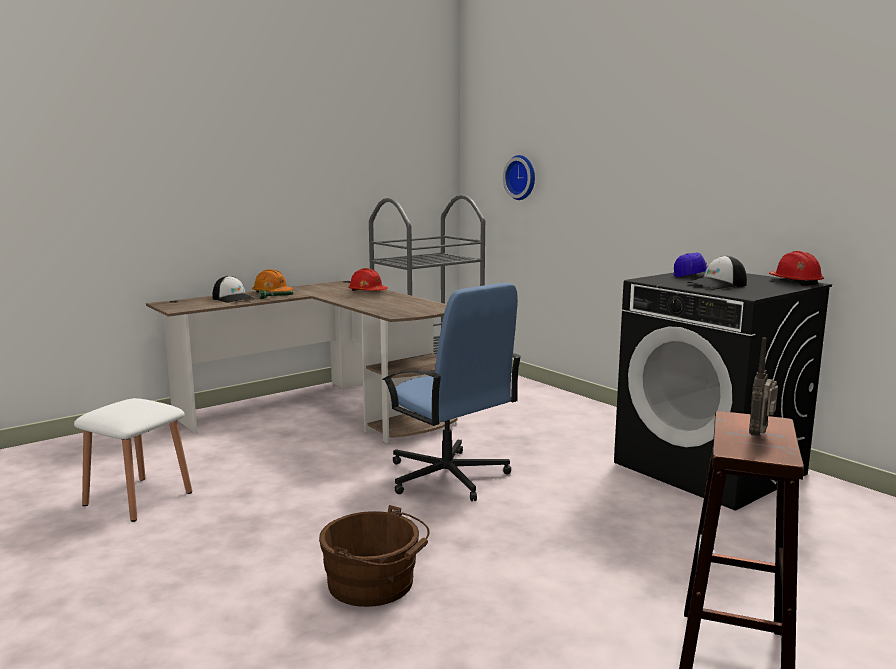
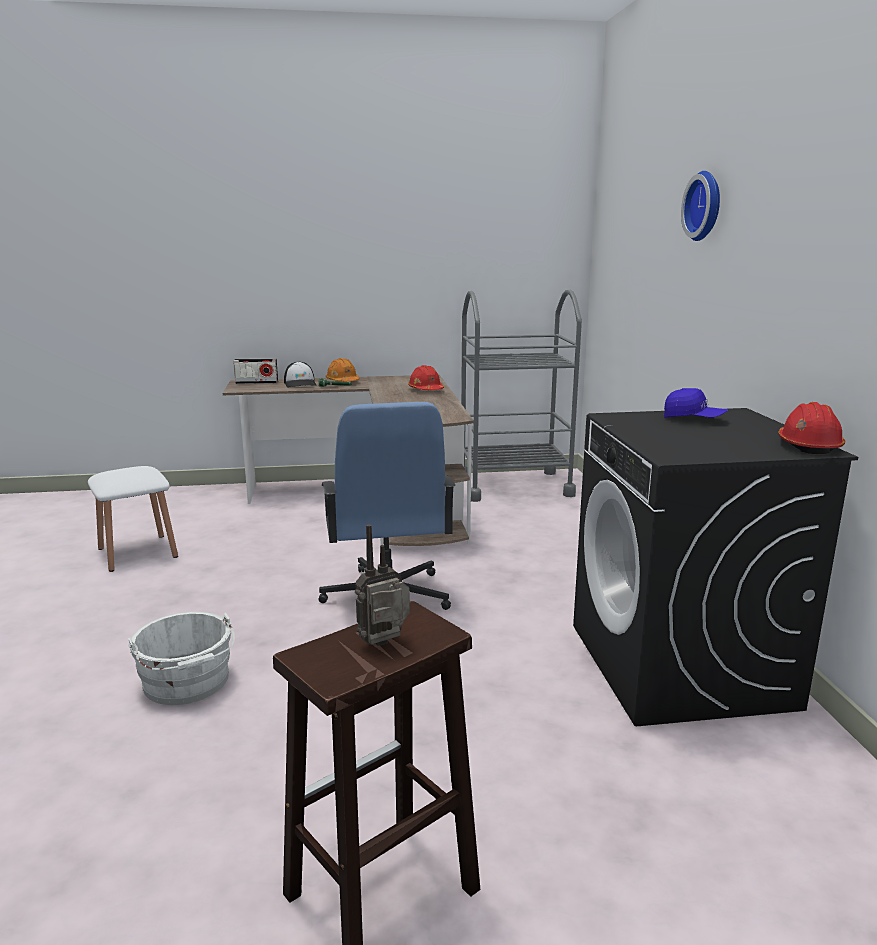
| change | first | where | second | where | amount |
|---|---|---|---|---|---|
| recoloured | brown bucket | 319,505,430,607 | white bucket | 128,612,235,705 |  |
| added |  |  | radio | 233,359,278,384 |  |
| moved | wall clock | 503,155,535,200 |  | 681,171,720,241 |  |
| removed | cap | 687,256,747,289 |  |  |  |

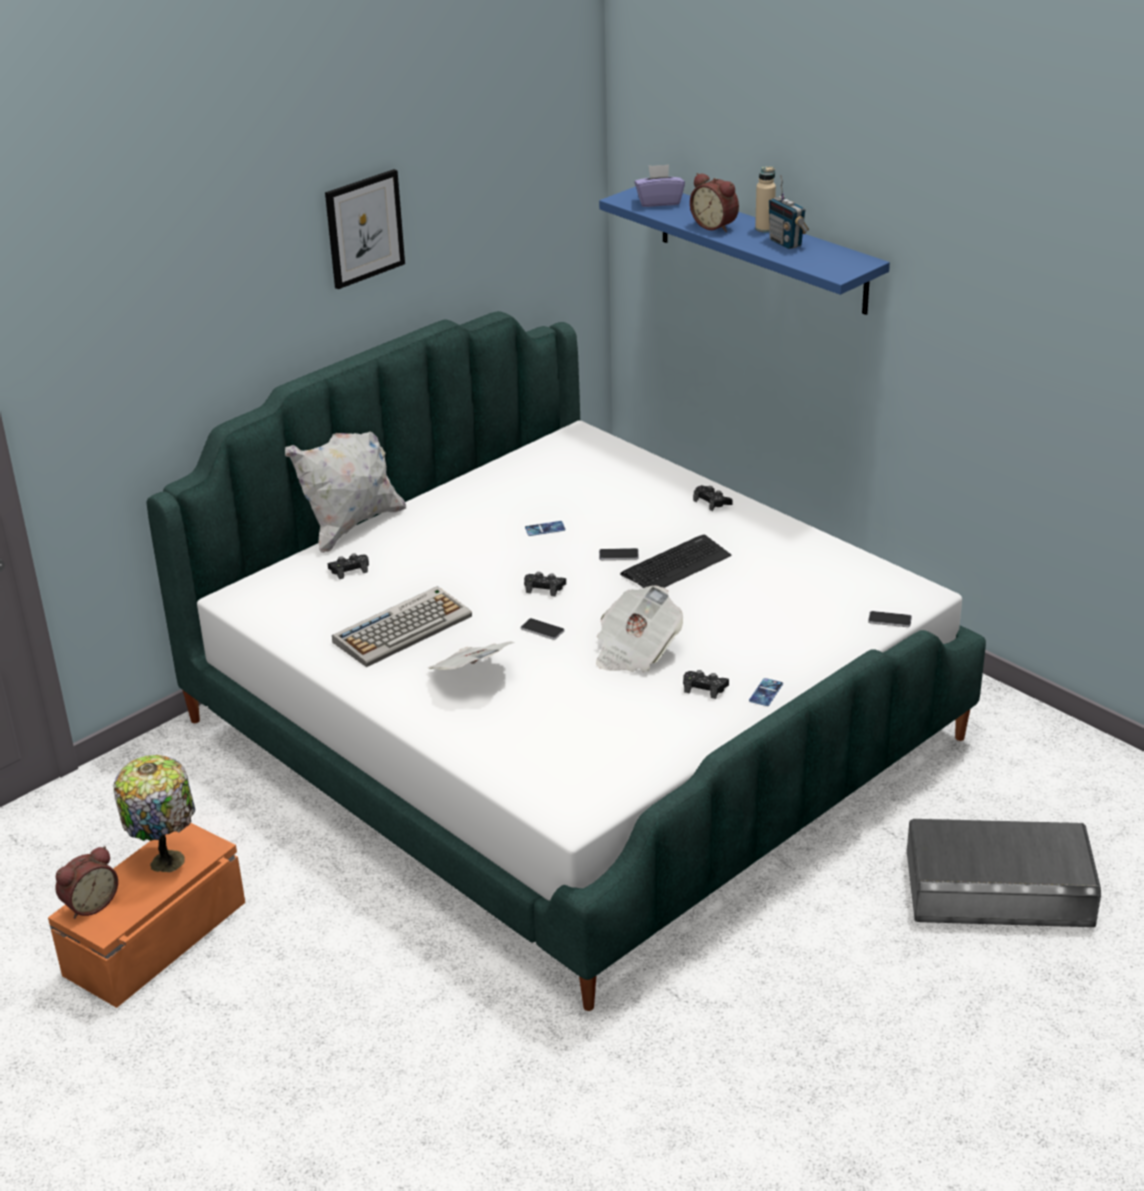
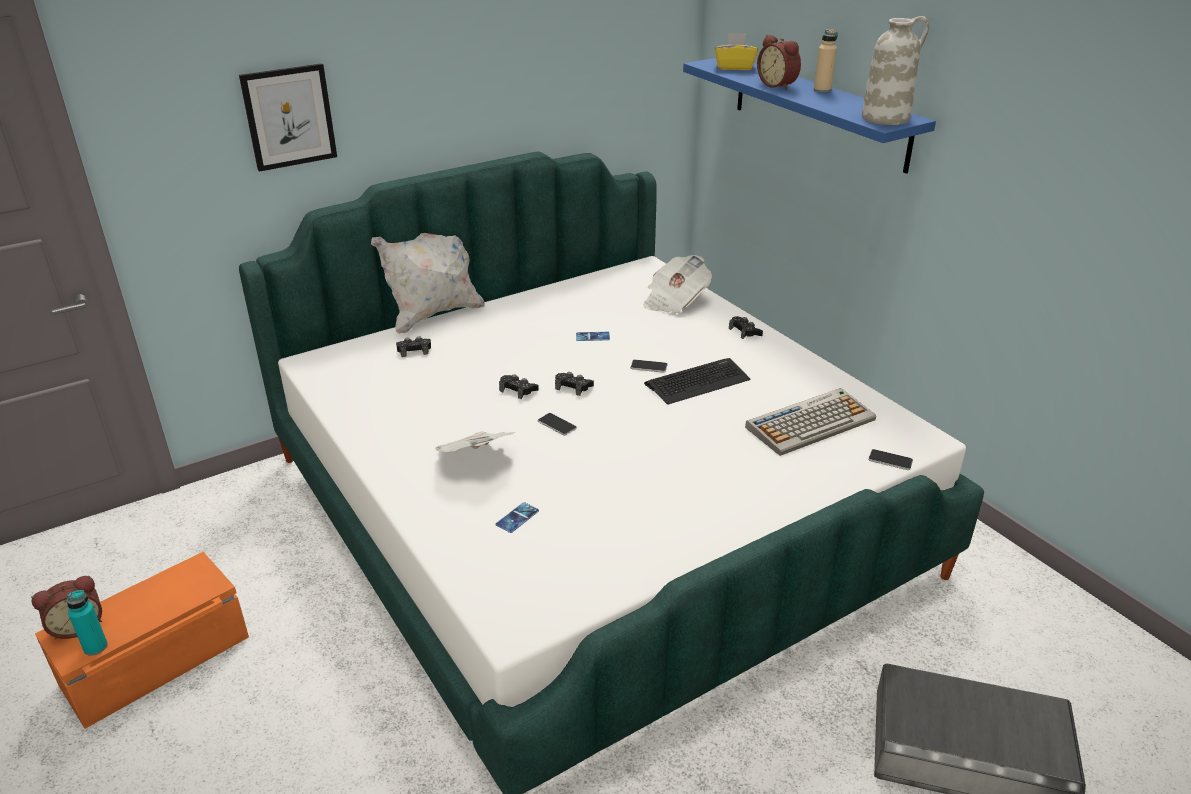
| change | first | where | second | where | amount |
|---|---|---|---|---|---|
| added |  |  | turquoise bottle | 67,590,108,656 |  |
| moved | picture | 325,169,405,289 |  | 239,63,337,172 |  |
| moved | phone | 749,678,783,706 |  | 495,502,539,533 |  |
| moved | black game controller | 683,670,729,699 |  | 499,374,539,399 |  |
| moved | newspaper | 596,585,683,672 |  | 643,255,712,313 |  |
| recoloured | purple tissue box | 634,164,685,207 | yellow tissue box | 715,33,758,70 |  |
| moved | keyboard | 332,586,472,667 |  | 745,388,876,456 |  |
| added |  |  | white vase | 862,16,929,125 |  |
| removed | table lamp | 114,755,195,872 |  |  |  |
| removed | radio | 769,175,809,249 |  |  |  |

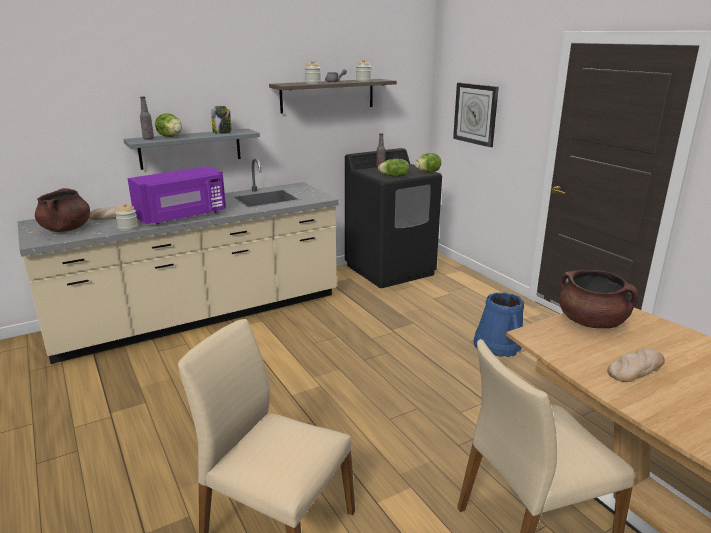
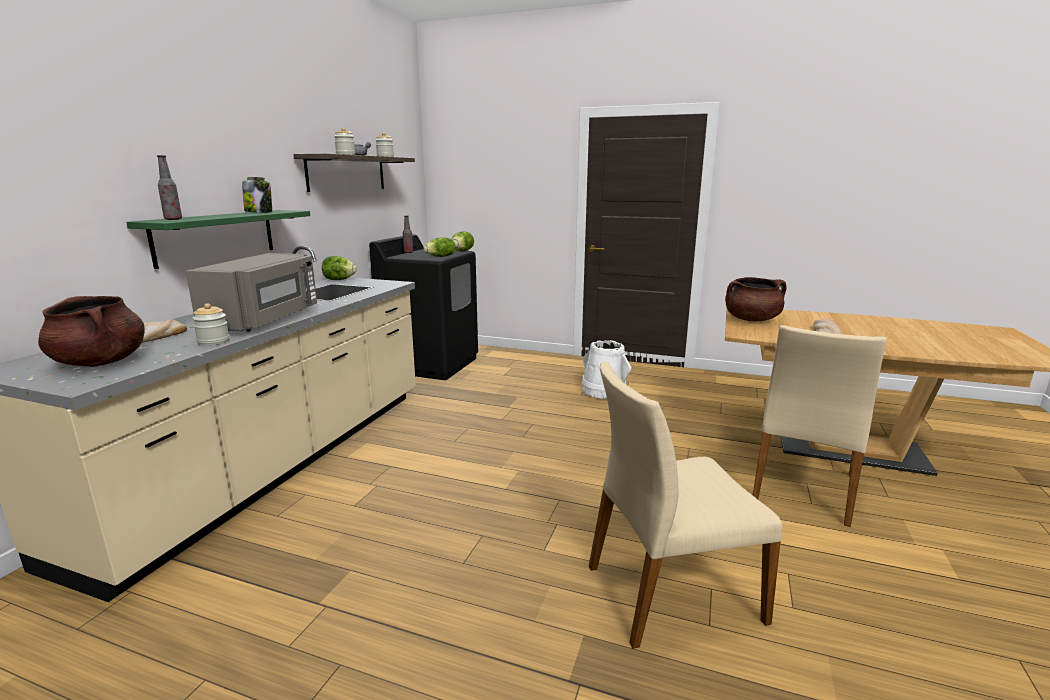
| change | first | where | second | where | amount |
|---|---|---|---|---|---|
| recoloured | grey shelf | 123,129,260,170 | green shelf | 126,210,310,269 |  |
| recoloured | purple microwave | 128,166,226,224 | grey microwave | 186,253,317,332 |  |
| moved | lettuce | 155,113,182,137 |  | 322,256,357,280 |  |
| recoloured | blue bucket | 473,292,524,357 | white bucket | 582,340,631,399 |  |
| removed | wall clock | 453,83,499,147 |  |  |  |

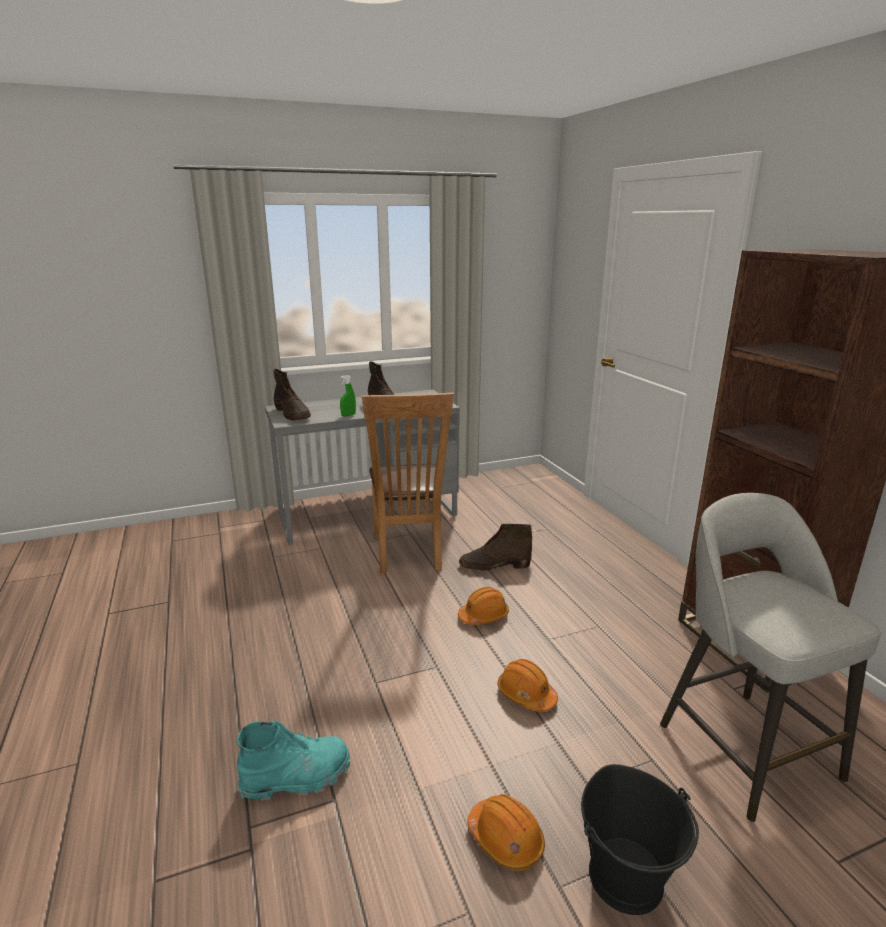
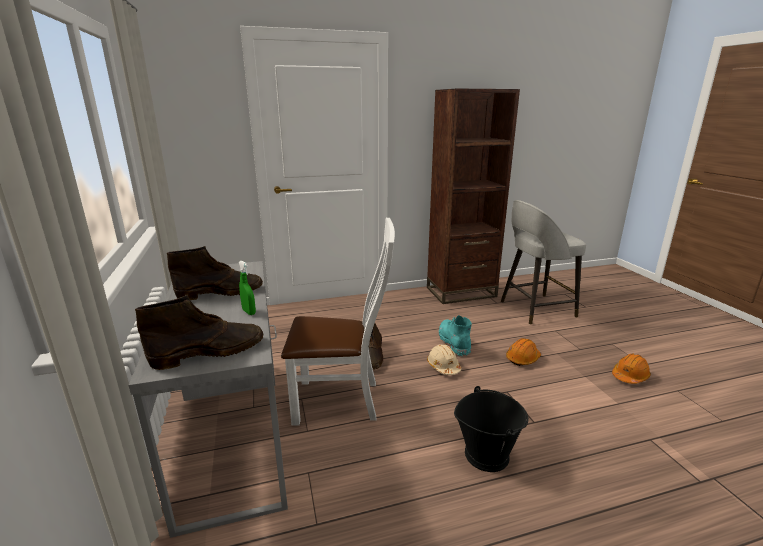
| change | first | where | second | where | amount |
|---|---|---|---|---|---|
| recoloured | brown chair | 362,393,454,574 | white chair | 281,218,395,426 |  |
| recoloured | orange hard hat | 458,587,509,625 | beige hard hat | 427,344,461,375 |  |
| moved | turquoise boot | 237,721,350,801 |  | 439,315,472,357 |  |
| moved | black bucket | 581,764,699,915 |  | 454,386,528,472 |  |

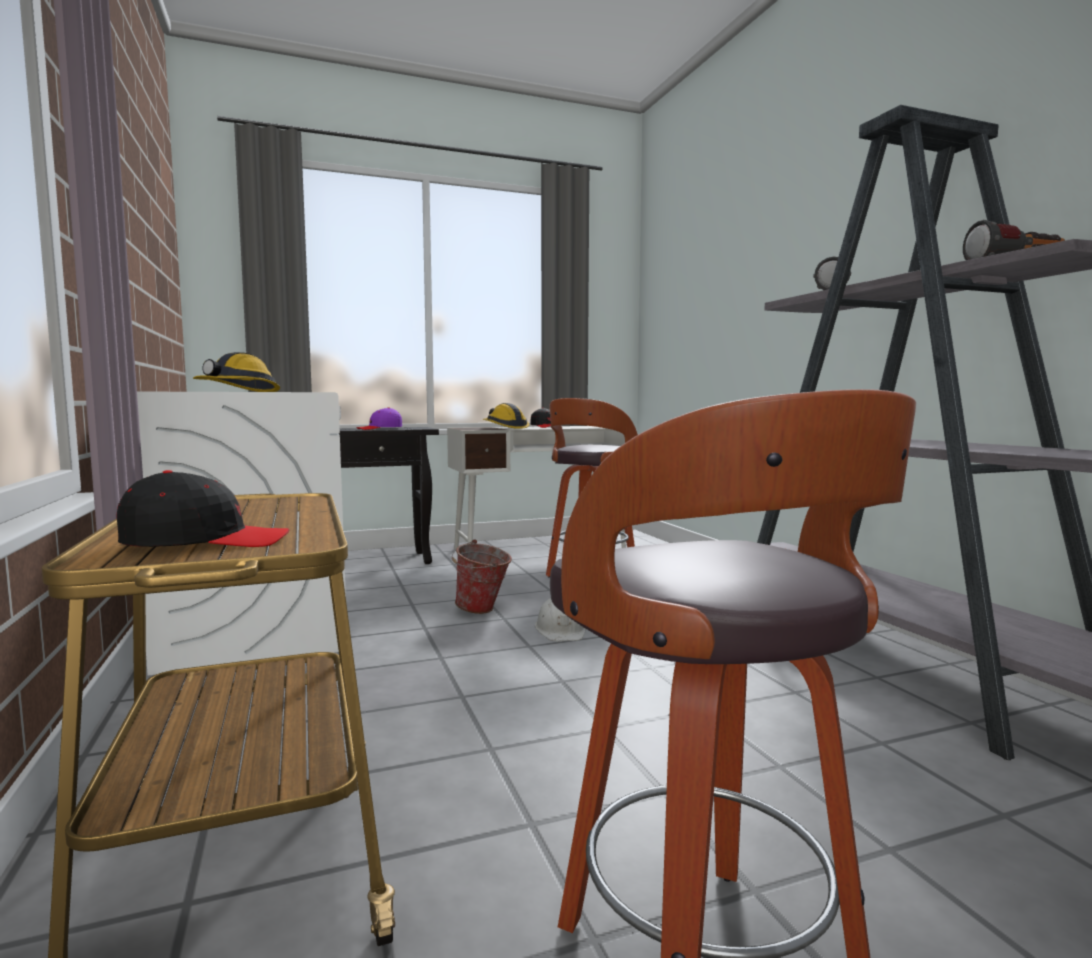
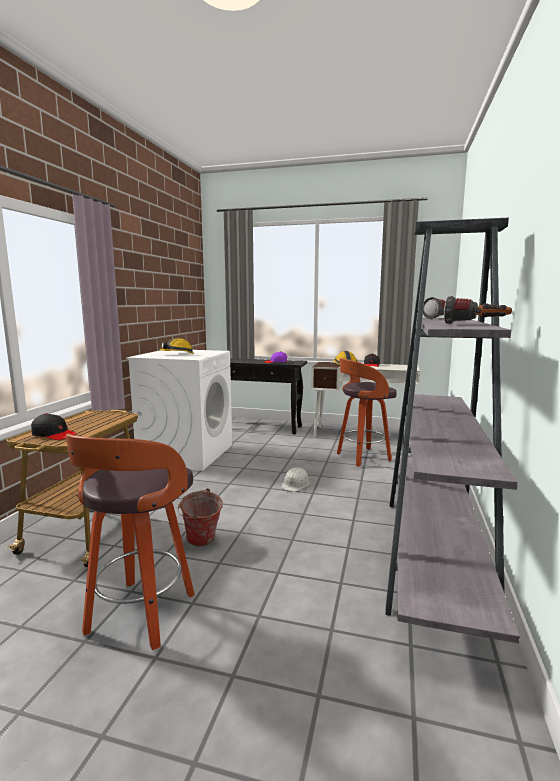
| change | first | where | second | where | amount |
|---|---|---|---|---|---|
| moved | bucket | 452,539,512,614 |  | 178,488,223,546 |  |

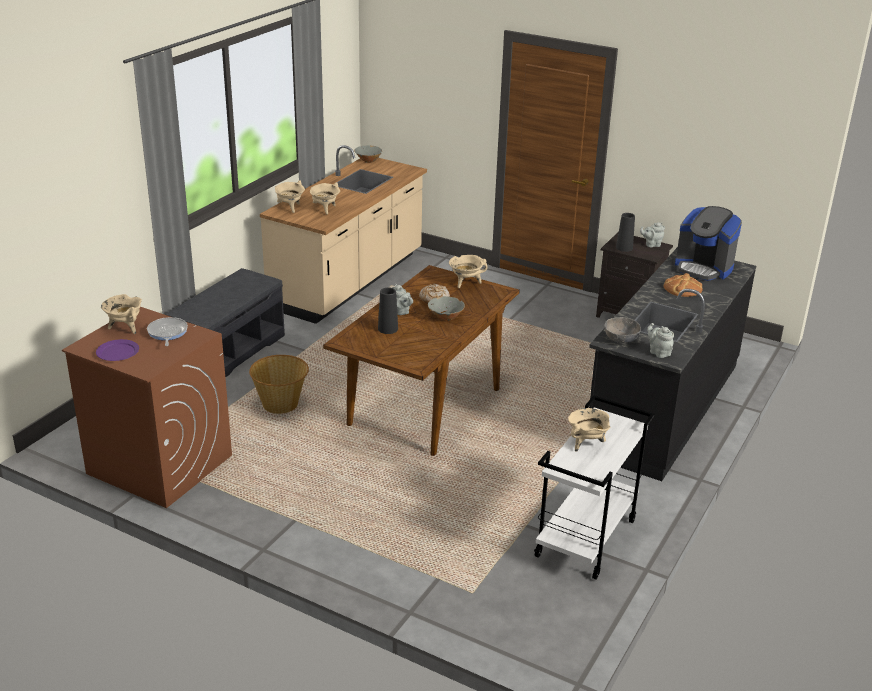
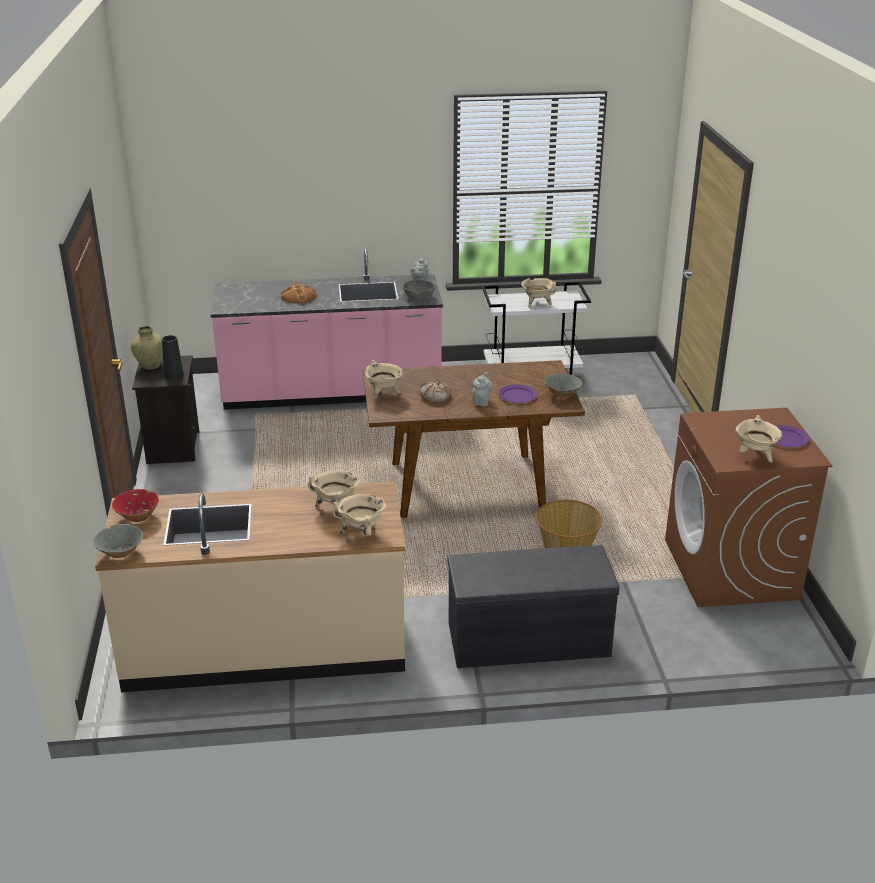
| change | first | where | second | where | amount |
|---|---|---|---|---|---|
| added |  |  | red bowl | 112,489,159,522 |  |
| replaced | grey teapot | 640,222,665,247 | beige vase | 131,326,163,370 |  |
| recoloured | black counter | 589,247,756,481 | pink counter | 210,248,443,410 |  |
| replaced | black vase | 378,288,398,334 | purple plate | 499,385,537,403 |  |
| moved | grey bowl | 428,296,465,321 |  | 545,374,582,398 |  |
| removed | frying pan | 147,317,188,346 |  |  |  |
| removed | coffee machine | 675,206,742,281 |  |  |  |

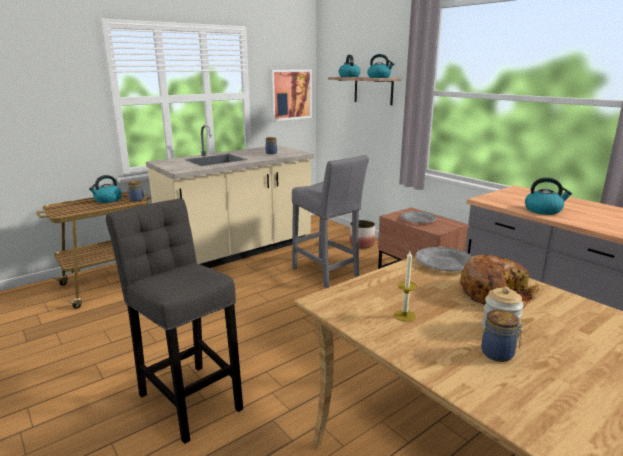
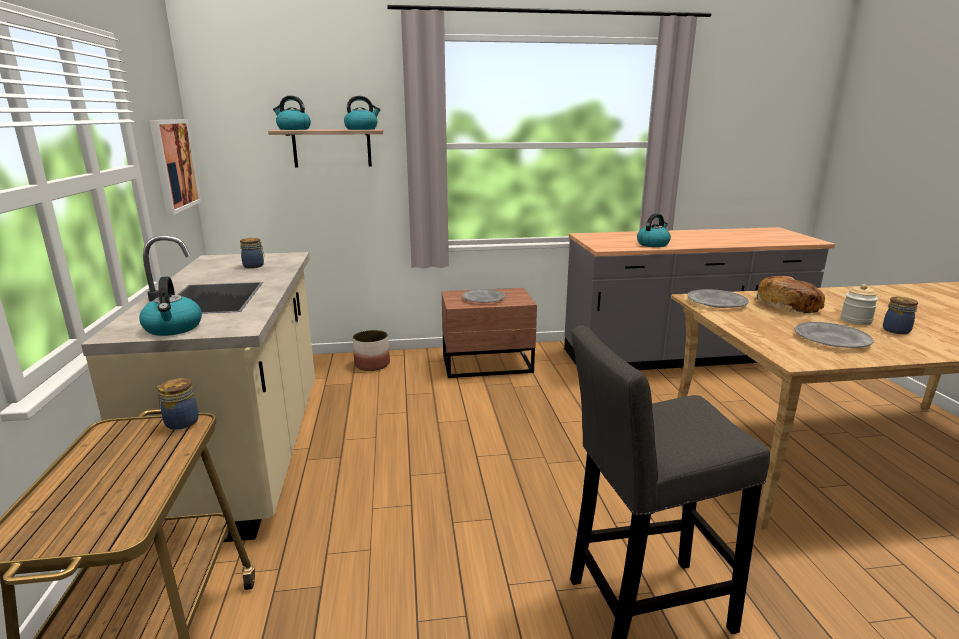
| change | first | where | second | where | amount |
|---|---|---|---|---|---|
| moved | kettle | 89,175,122,203 |  | 139,276,202,336 |  |
| replaced | candle | 394,251,417,322 | grey plate | 795,322,874,348 |  |
| removed | grey stool | 292,155,369,288 |  |  |  |

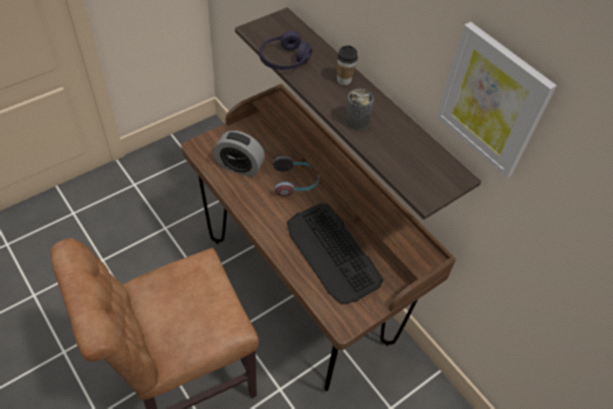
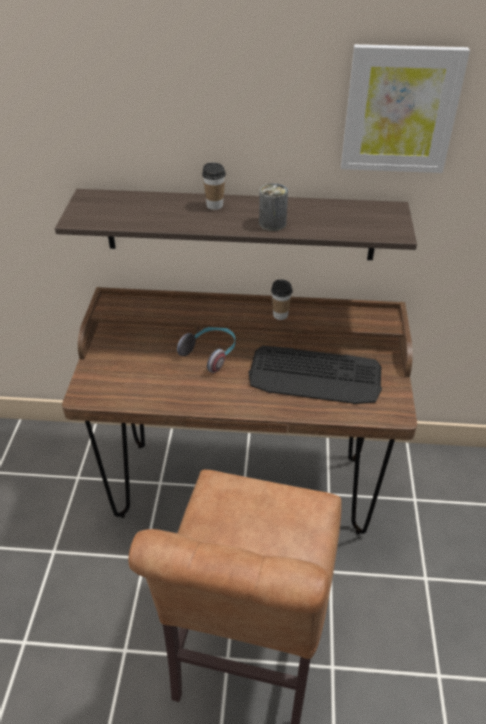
| change | first | where | second | where | amount |
|---|---|---|---|---|---|
| added |  |  | cup | 271,279,293,320 |  |
| removed | alarm clock | 213,131,265,177 |  |  |  |
| removed | purple headphones | 259,31,312,70 |  |  |  |

